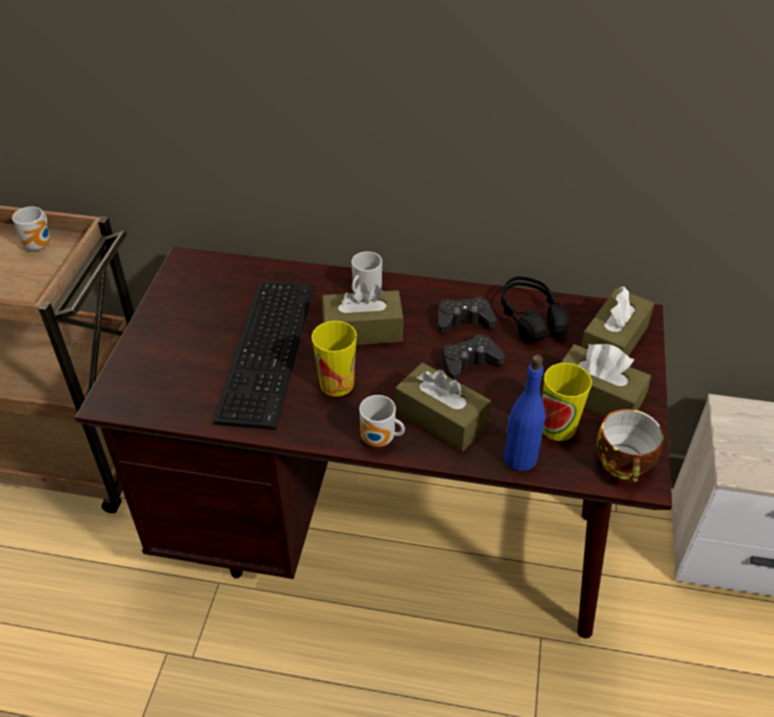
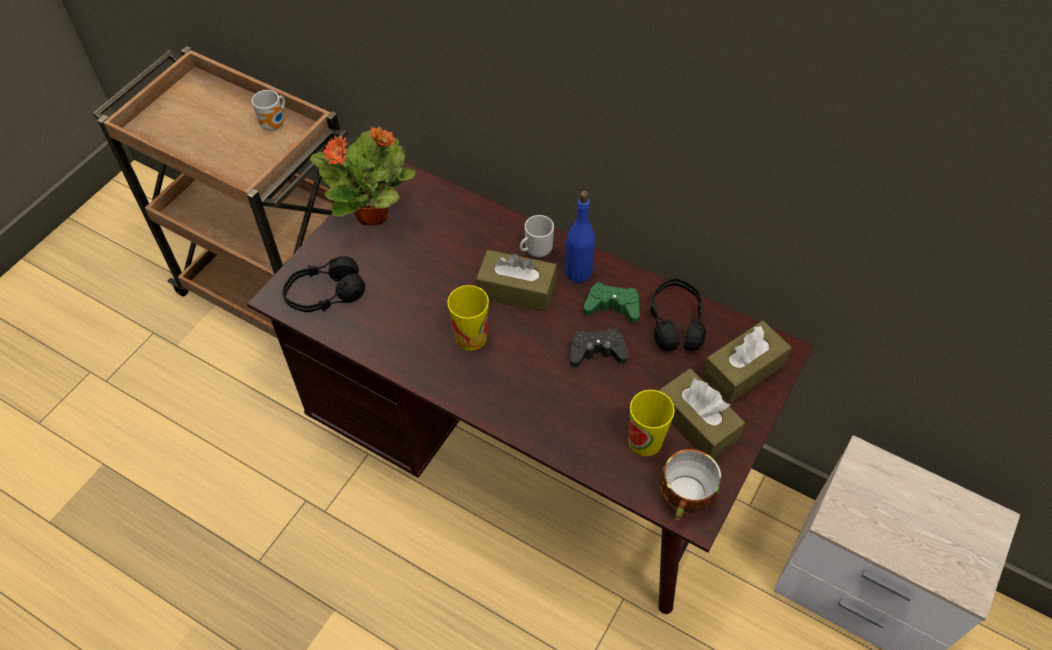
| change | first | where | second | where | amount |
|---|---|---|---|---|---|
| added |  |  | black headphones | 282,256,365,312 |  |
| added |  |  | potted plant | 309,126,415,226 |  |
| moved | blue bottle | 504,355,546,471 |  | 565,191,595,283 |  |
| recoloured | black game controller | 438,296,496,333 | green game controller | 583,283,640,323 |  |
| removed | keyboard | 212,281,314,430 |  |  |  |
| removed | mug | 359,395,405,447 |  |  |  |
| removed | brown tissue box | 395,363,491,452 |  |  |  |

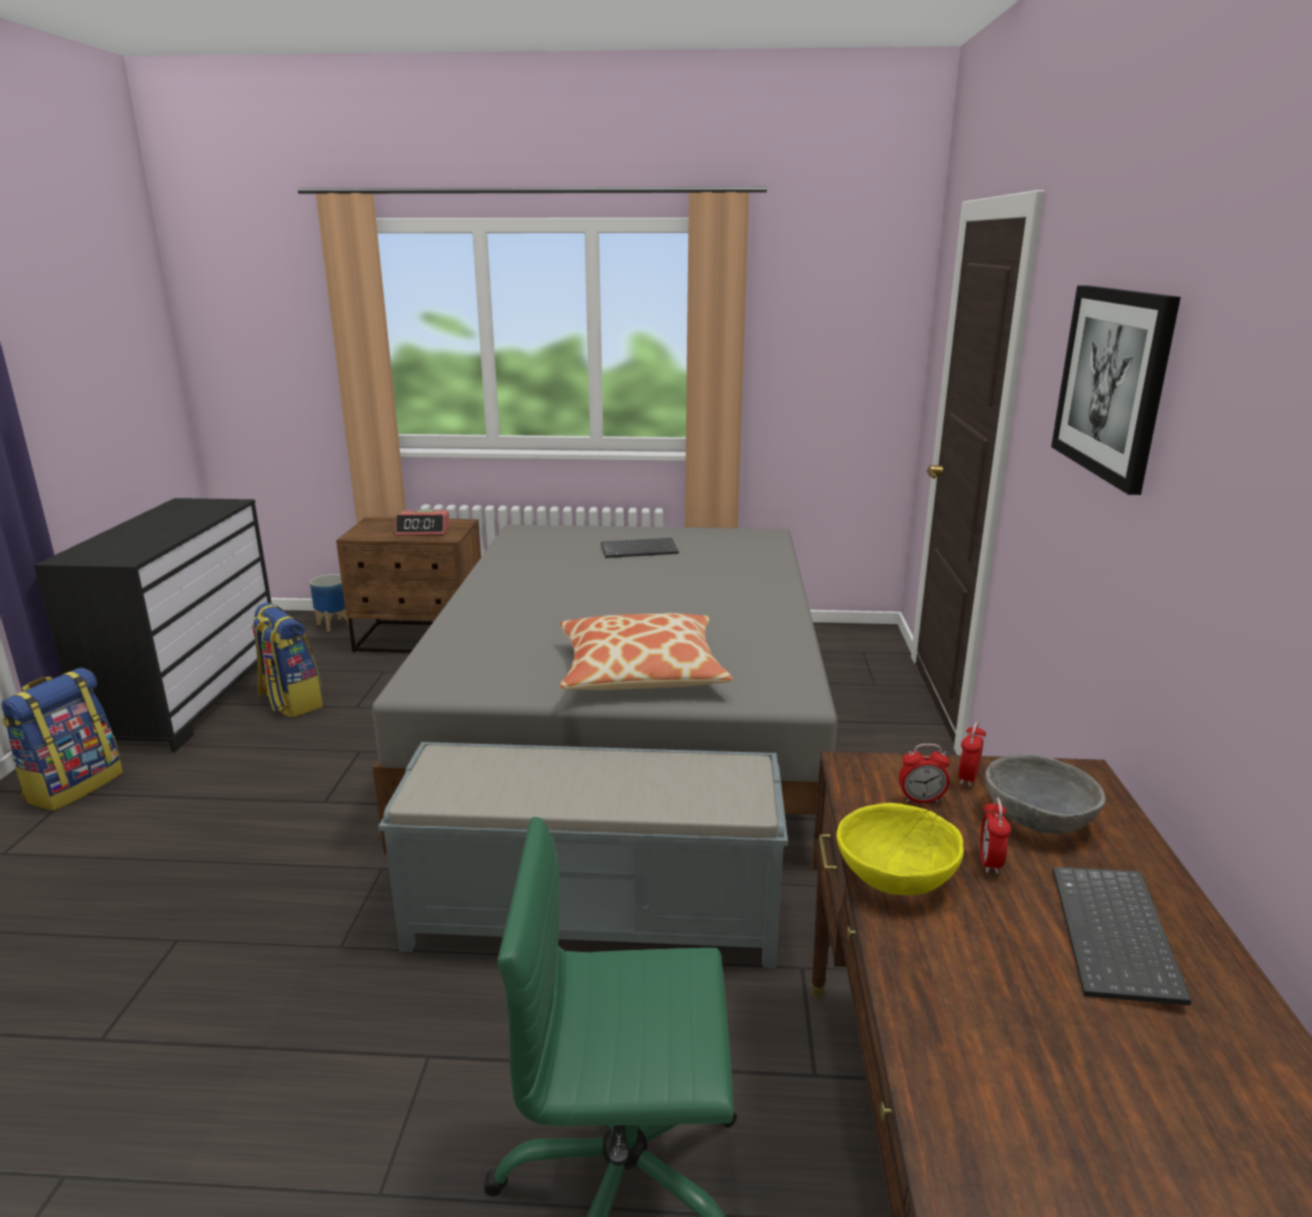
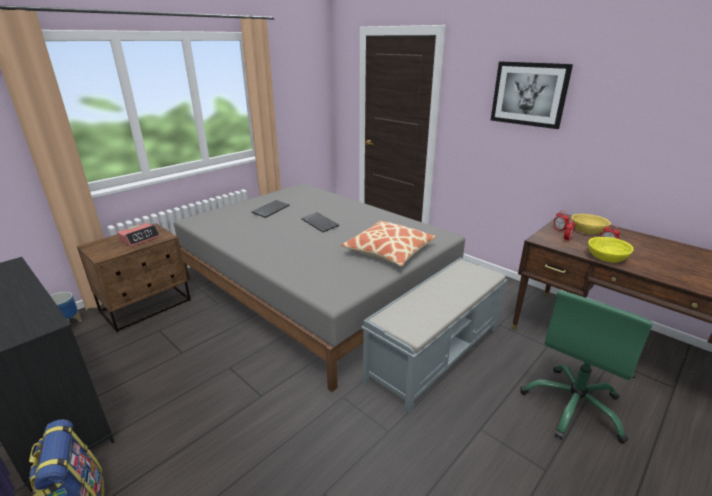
| change | first | where | second | where | amount |
|---|---|---|---|---|---|
| moved | keyboard | 1053,867,1191,1006 |  | 301,212,339,232 |  |
| recoloured | grey bowl | 985,754,1105,834 | yellow bowl | 571,214,611,234 |  |
| removed | backpack | 252,603,323,717 |  |  |  |

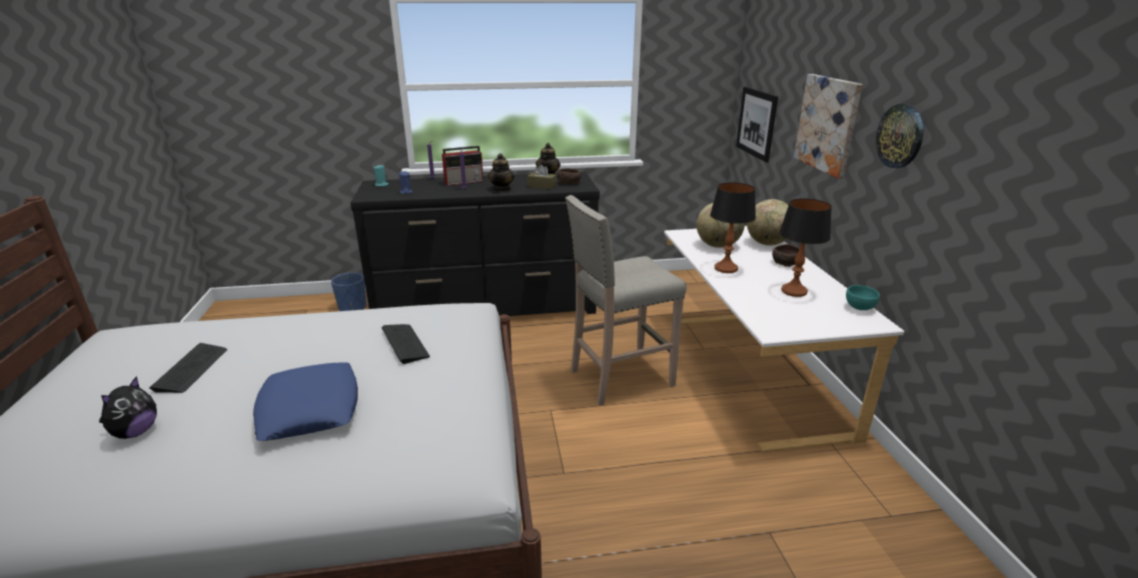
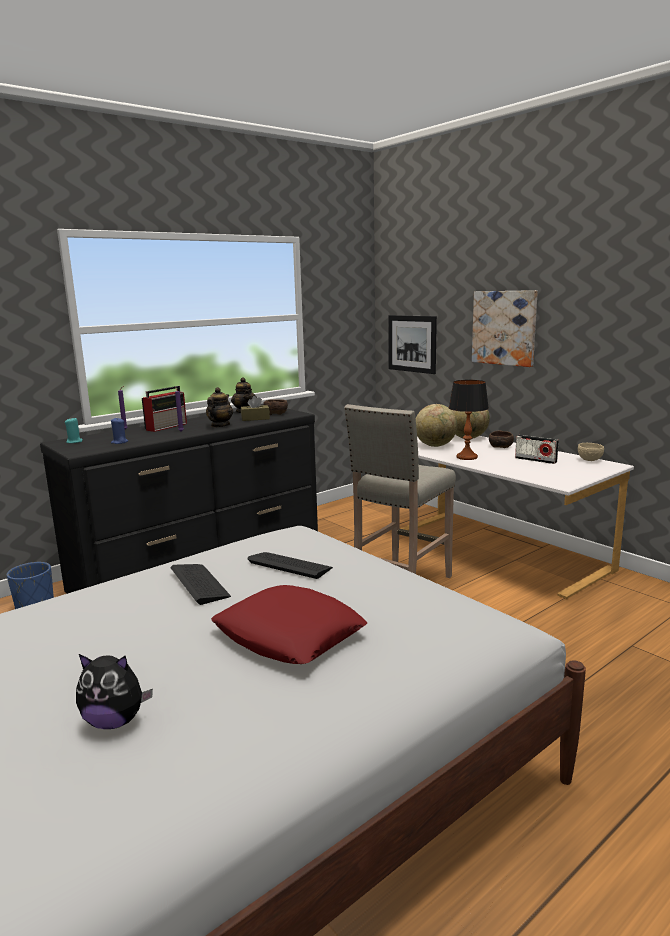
| change | first | where | second | where | amount |
|---|---|---|---|---|---|
| turned | plush toy | 99,376,157,439 |  | 76,654,153,729 | 105 degrees clockwise |
| moved | keyboard | 149,343,227,393 |  | 171,564,231,605 |  |
| turned | teapot | 488,153,515,191 |  | 206,387,233,427 | 135 degrees counterclockwise |
| recoloured | blue pillow | 253,362,358,441 | red pillow | 211,585,367,664 |  |
| replaced | table lamp | 779,198,832,297 | radio | 515,435,559,464 |  |
| recoloured | turquoise bowl | 846,285,880,310 | beige bowl | 578,443,604,461 |  |
| removed | wall clock | 876,104,923,168 |  |  |  |

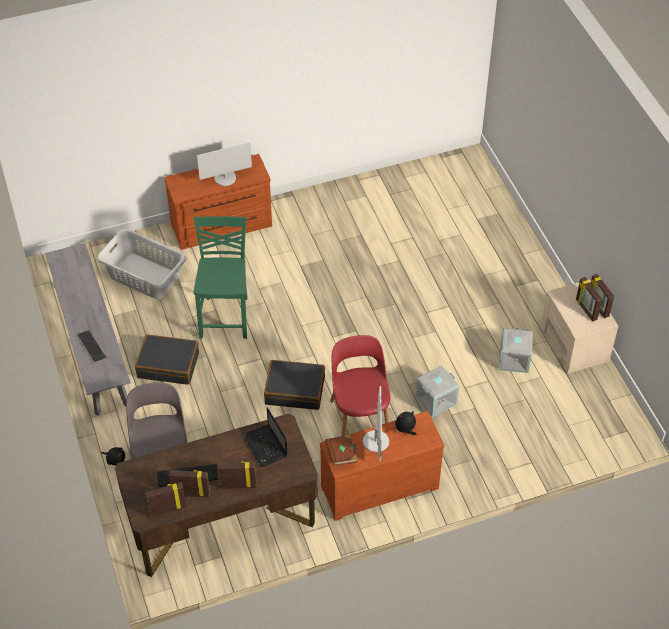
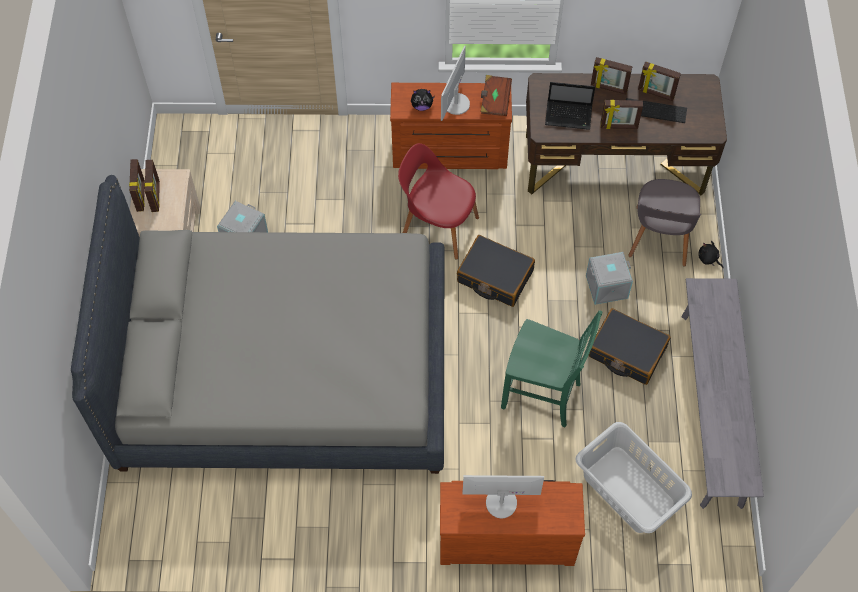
| change | first | where | second | where | amount |
|---|---|---|---|---|---|
| added |  |  | grey bed | 71,175,444,474 |  |
| turned | red chair | 330,335,390,436 |  | 398,143,479,259 | 105 degrees clockwise |
| turned | green chair | 194,216,248,339 |  | 501,310,602,427 | 90 degrees counterclockwise |
| turned | laptop | 243,408,287,467 |  | 545,82,595,130 | 105 degrees clockwise |
| moved | grey storage box | 415,366,459,417 |  | 586,252,633,305 |  |
| moved | picture frame | 145,482,186,517 |  | 600,100,643,129 |  |
| removed | keyboard | 78,330,106,362 |  |  |  |

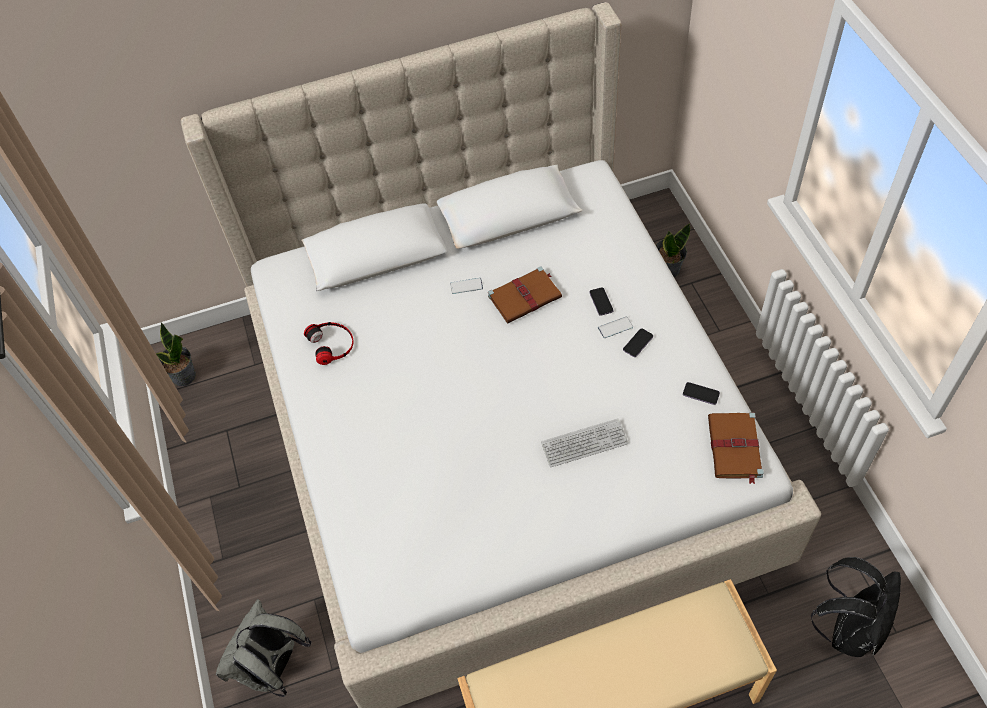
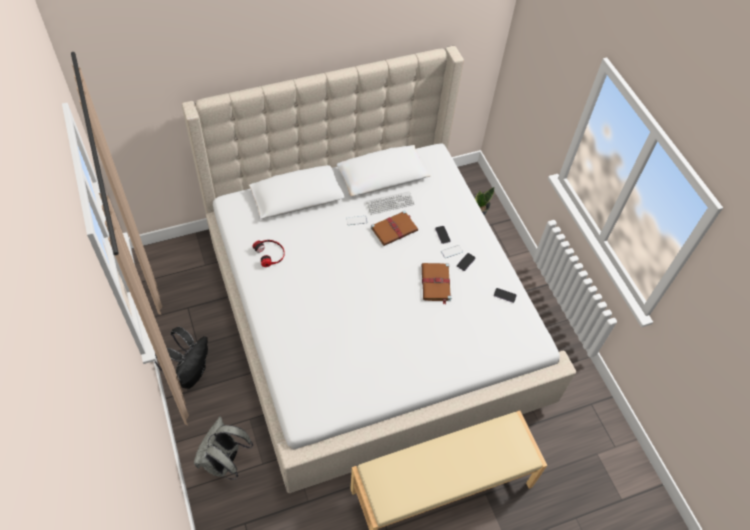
| change | first | where | second | where | amount |
|---|---|---|---|---|---|
| moved | black backpack | 811,557,901,657 |  | 155,327,208,389 |  |
| moved | keyboard | 541,418,628,468 |  | 366,191,415,215 |  |
| moved | brown book | 708,413,764,484 |  | 422,263,451,304 |  |
| removed | potted plant | 156,323,196,386 |  |  |  |

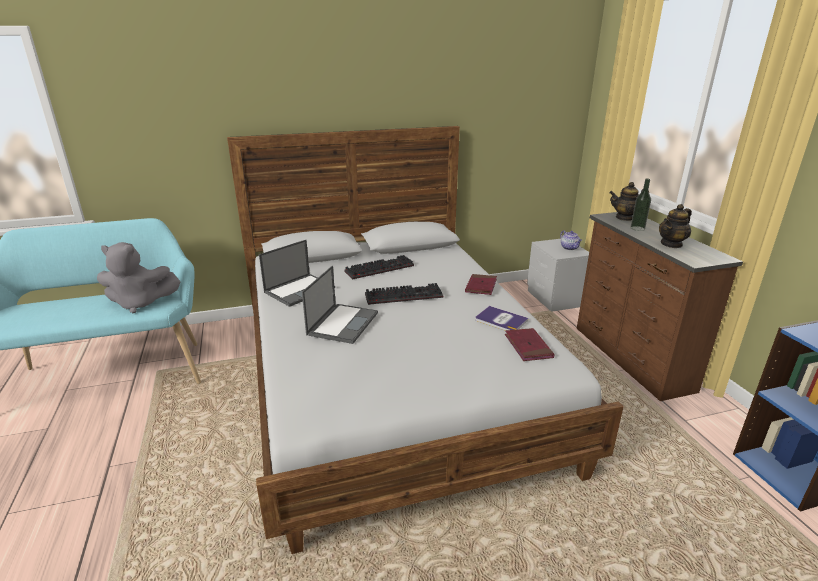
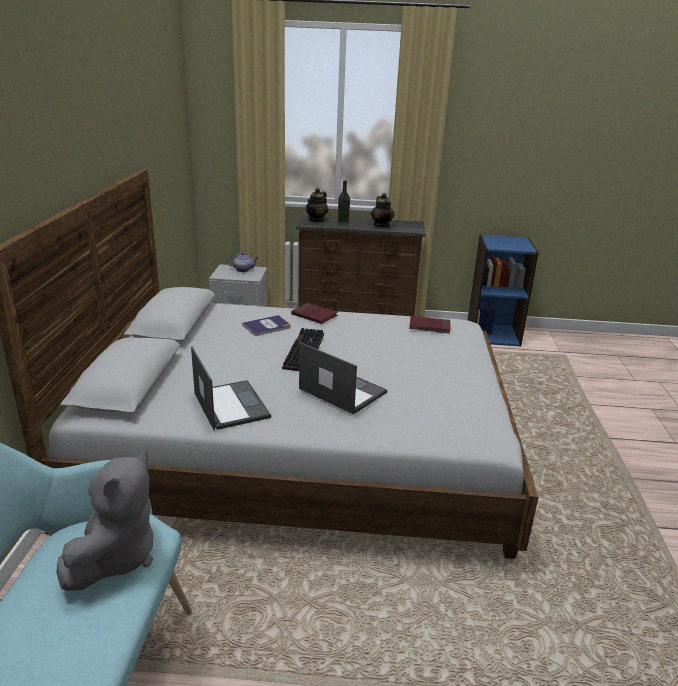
| change | first | where | second | where | amount |
|---|---|---|---|---|---|
| moved | book | 475,306,529,331 |  | 242,315,291,336 |  |
| removed | keyboard | 344,255,414,279 |  |  |  |

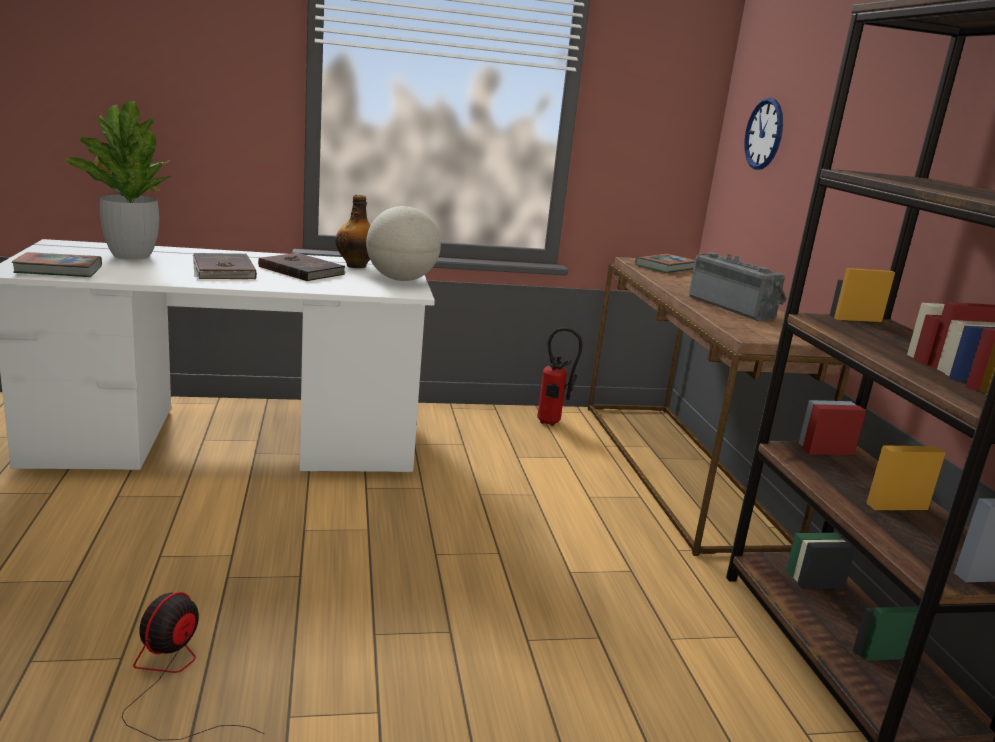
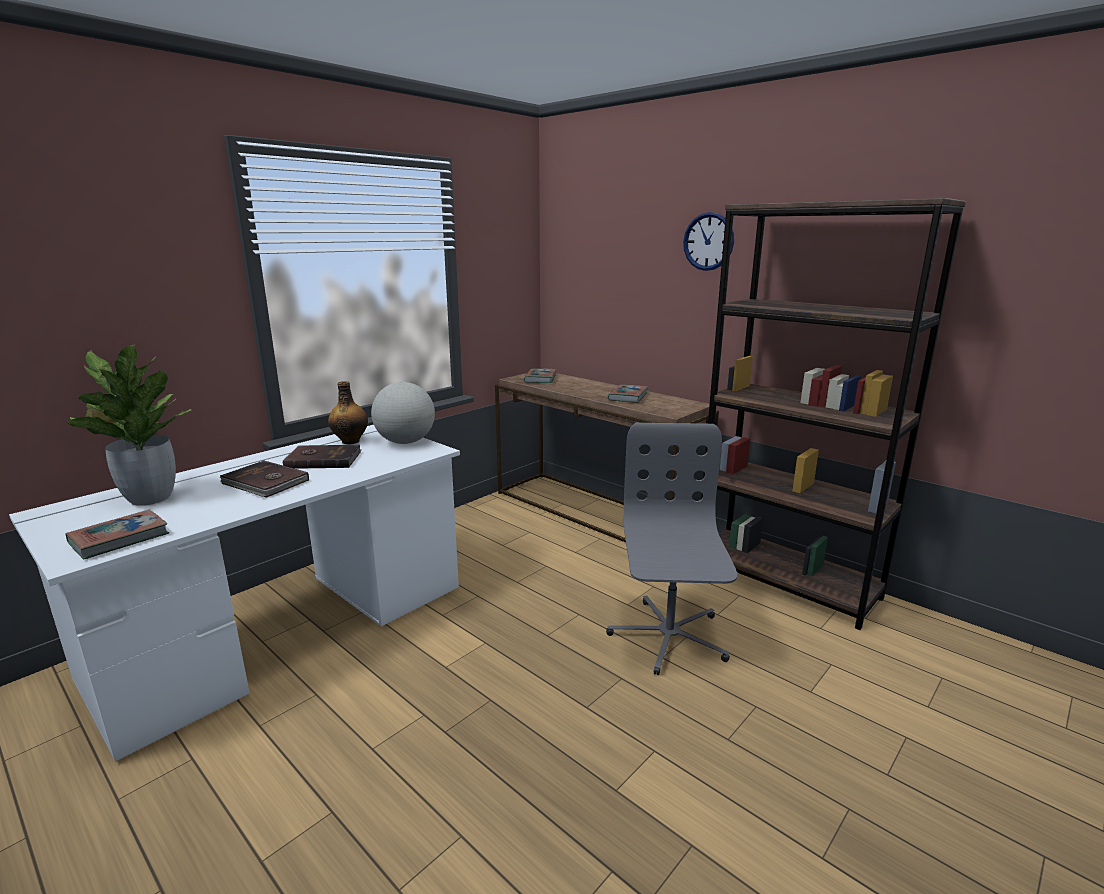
| change | first | where | second | where | amount |
|---|---|---|---|---|---|
| added |  |  | grey office chair | 606,423,737,675 |  |
| replaced | radio | 689,252,787,321 | book | 608,384,648,403 |  |
| moved | wall clock | 744,98,783,170 |  | 683,212,734,271 |  |
| removed | fan | 122,592,264,740 |  |  |  |
| removed | fire extinguisher | 537,328,582,426 |  |  |  |

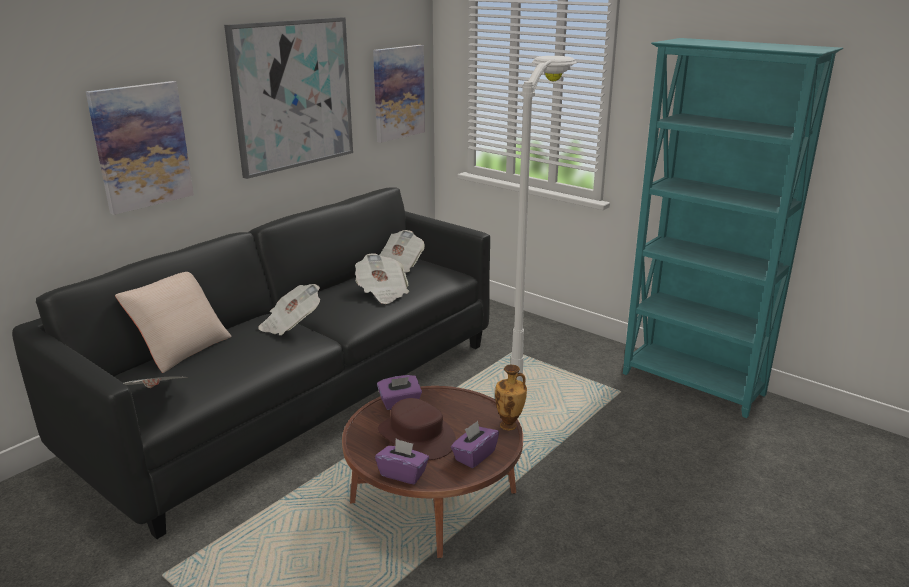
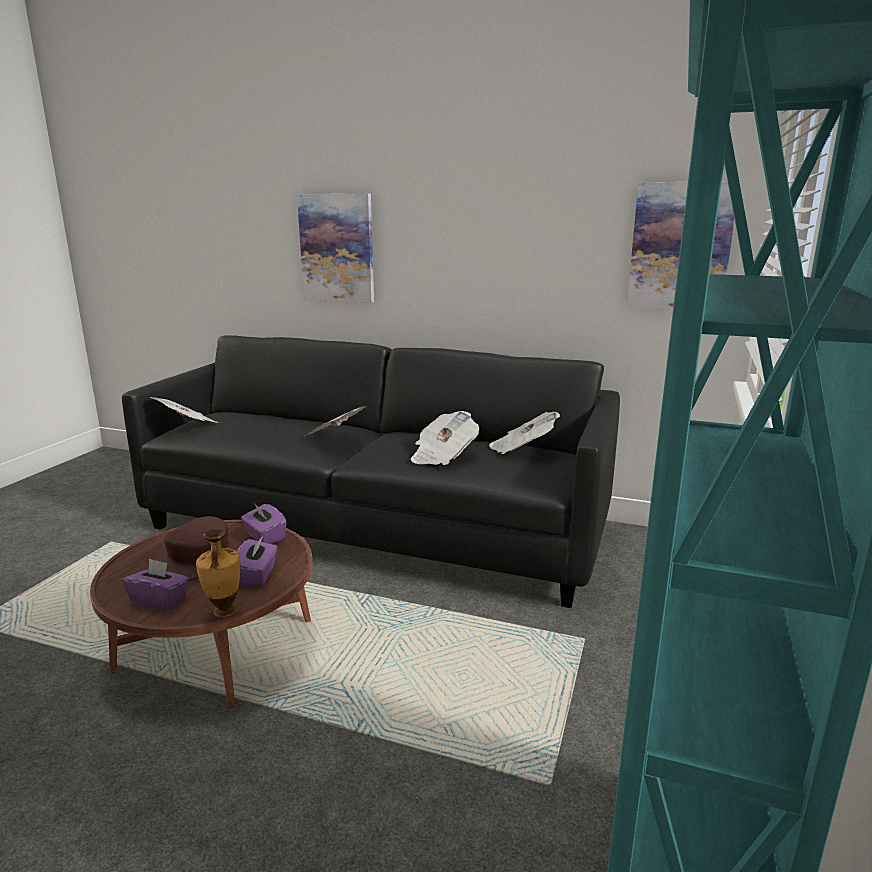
| change | first | where | second | where | amount |
|---|---|---|---|---|---|
| moved | purple tissue box | 375,439,429,484 |  | 237,536,277,586 |  |
| removed | beige pillow | 115,272,232,373 |  |  |  |
| removed | picture | 224,17,353,179 |  |  |  |
| removed | white floor lamp | 511,56,577,382 |  |  |  |

